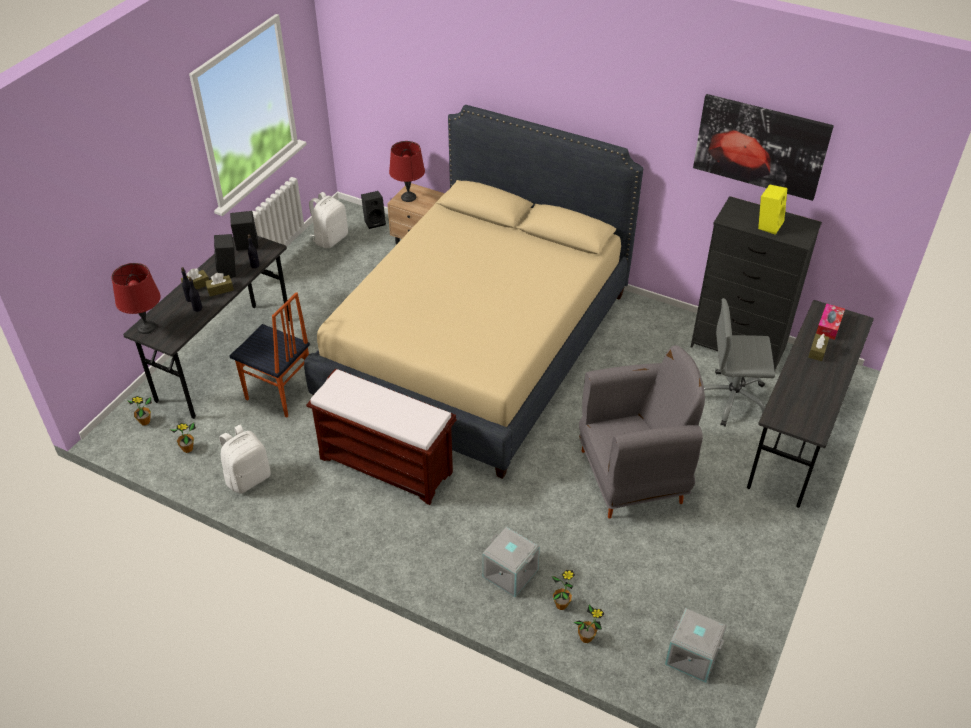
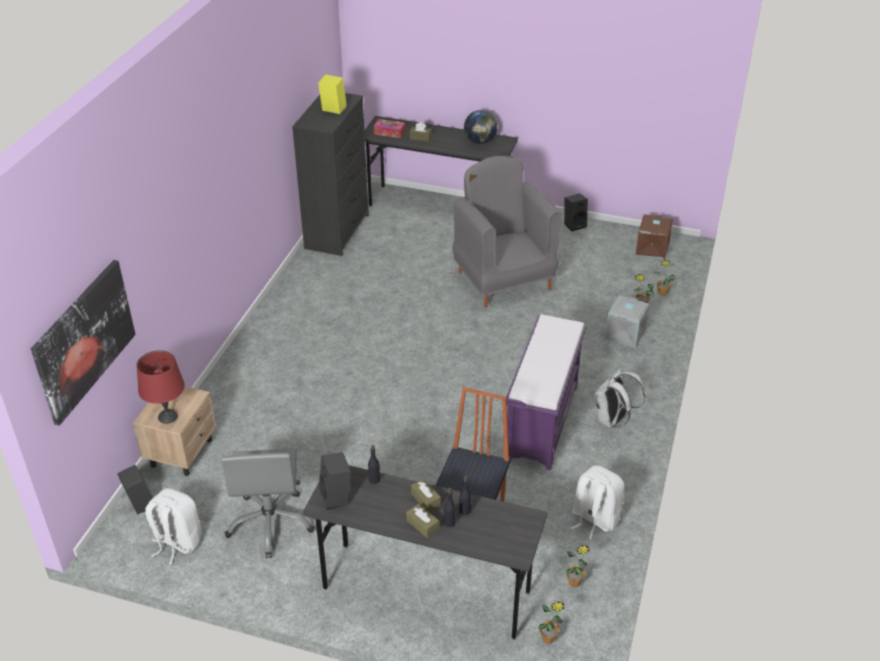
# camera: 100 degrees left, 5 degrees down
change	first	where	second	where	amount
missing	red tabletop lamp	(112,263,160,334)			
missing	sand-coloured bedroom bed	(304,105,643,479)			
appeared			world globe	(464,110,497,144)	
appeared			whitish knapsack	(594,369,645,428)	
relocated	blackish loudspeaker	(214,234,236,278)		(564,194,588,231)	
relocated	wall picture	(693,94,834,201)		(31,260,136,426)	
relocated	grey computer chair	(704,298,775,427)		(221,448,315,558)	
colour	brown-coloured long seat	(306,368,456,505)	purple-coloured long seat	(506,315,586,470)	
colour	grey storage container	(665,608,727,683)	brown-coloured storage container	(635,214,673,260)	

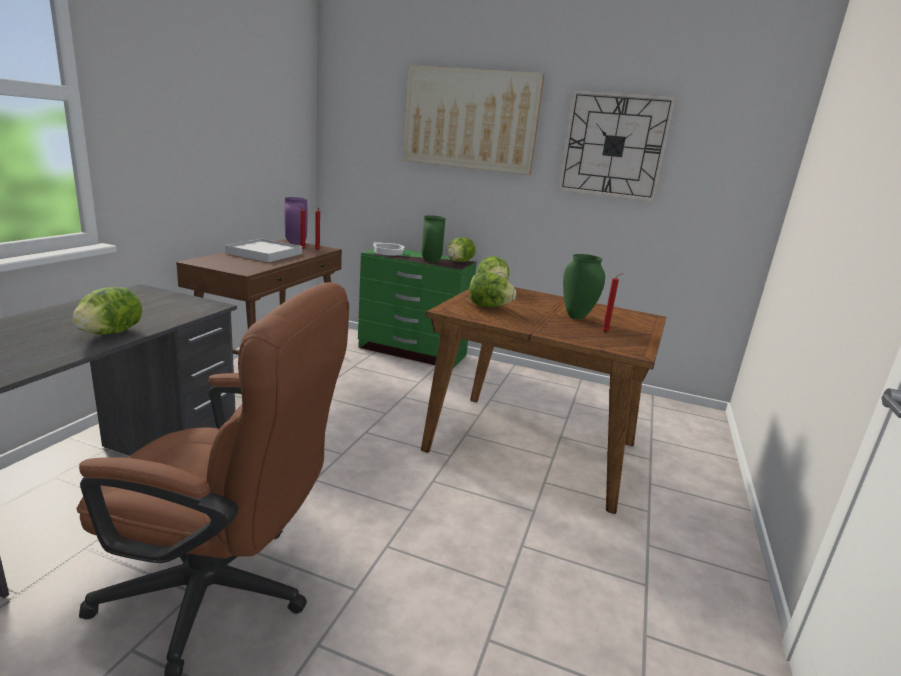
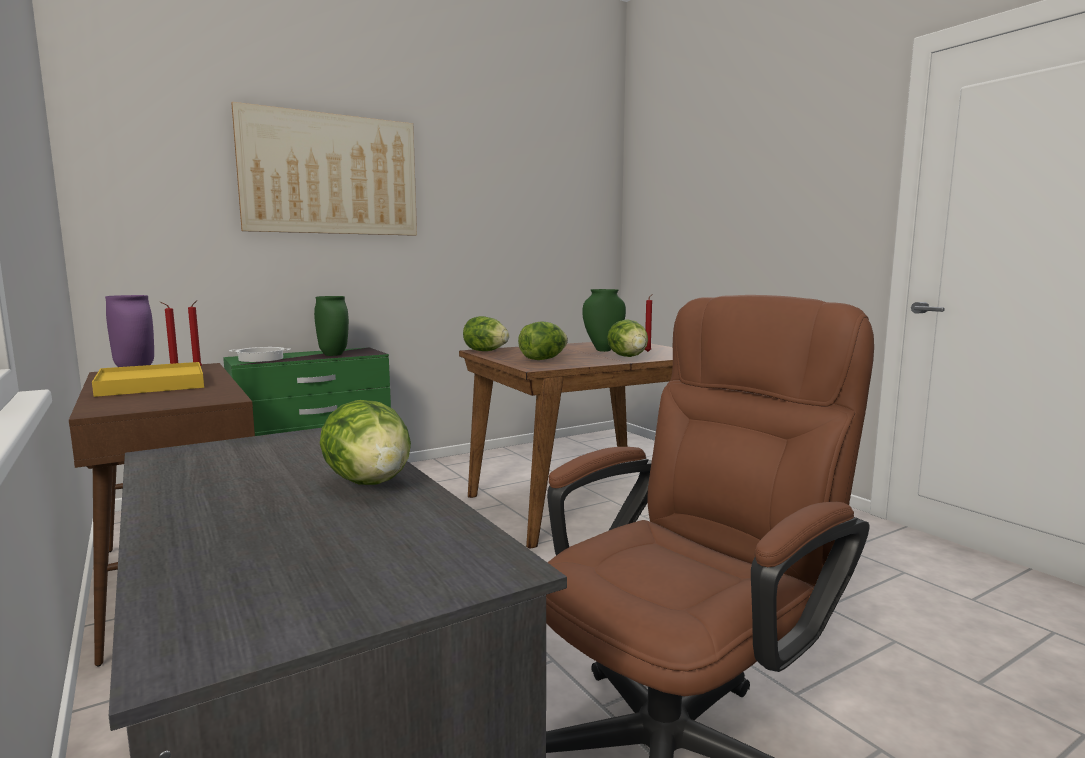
# camera: 50 degrees left, 10 degrees down
change	first	where	second	where	amount
missing	clock on the wall	(558,90,676,202)			
relocated	lettuce	(447,237,476,262)		(607,319,648,357)	
colour	whitish serving tray	(225,239,302,262)	yellow serving tray	(92,362,204,397)	

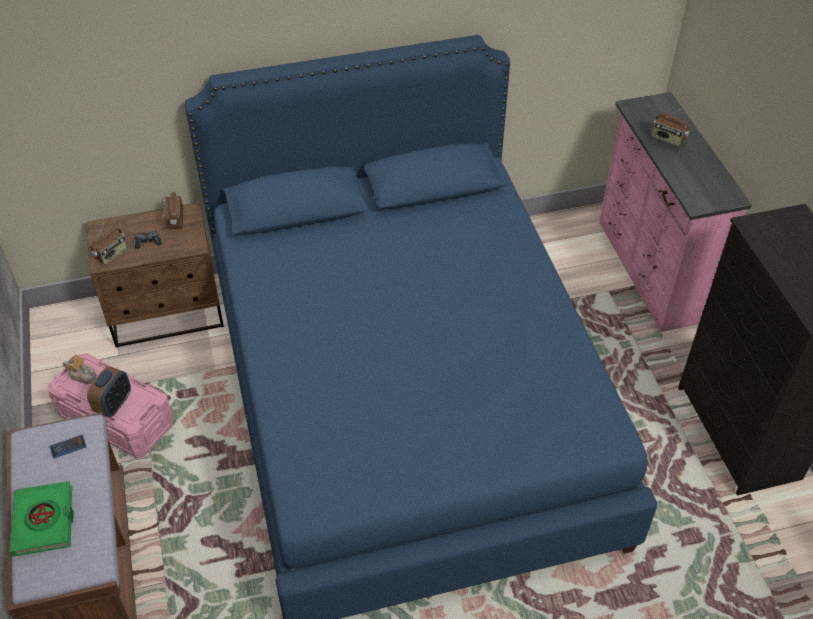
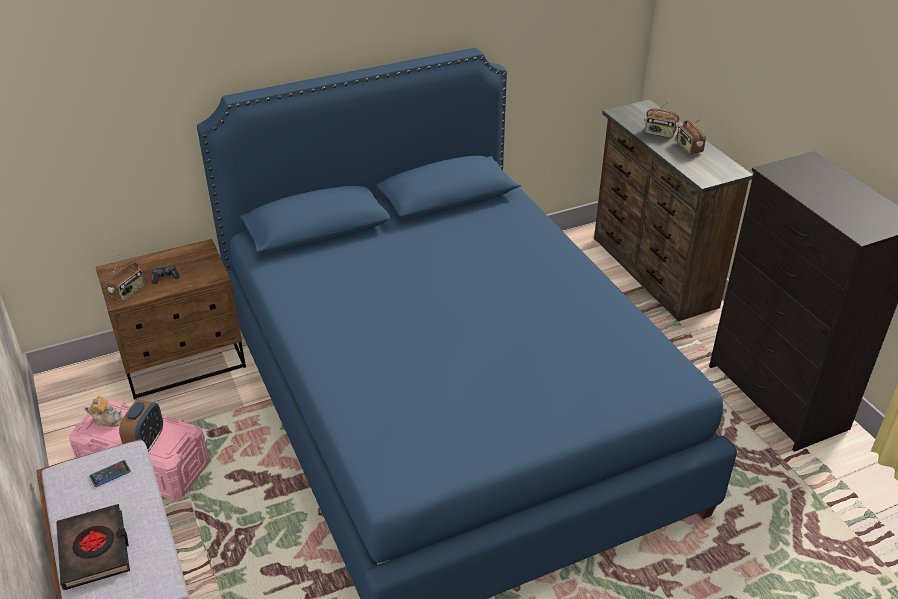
# camera: 10 degrees left, 10 degrees down
change	first	where	second	where	amount
relocated	radio set	(163,192,184,229)		(676,117,706,154)	
colour	greenish volume	(10,481,73,557)	blackish volume	(56,504,130,590)	
colour	pink chest of drawers	(599,92,752,332)	brown-coloured chest of drawers	(594,100,753,321)	

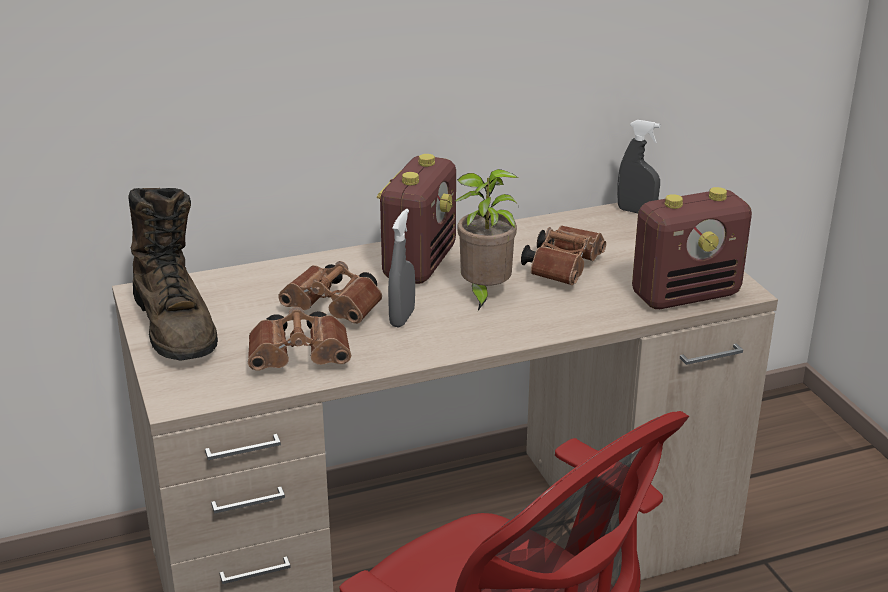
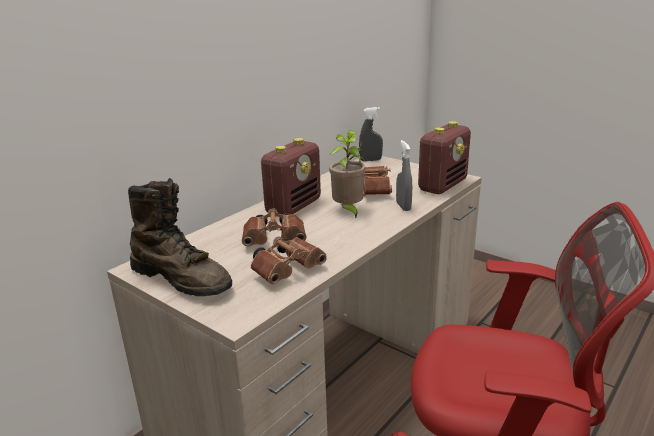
# camera: 30 degrees left, 5 degrees down
change	first	where	second	where	amount
relocated	grey sprayer	(388,209,415,327)		(396,140,412,211)	
spun	radio set	(377,154,456,284)		(261,138,321,214)	45 degrees clockwise

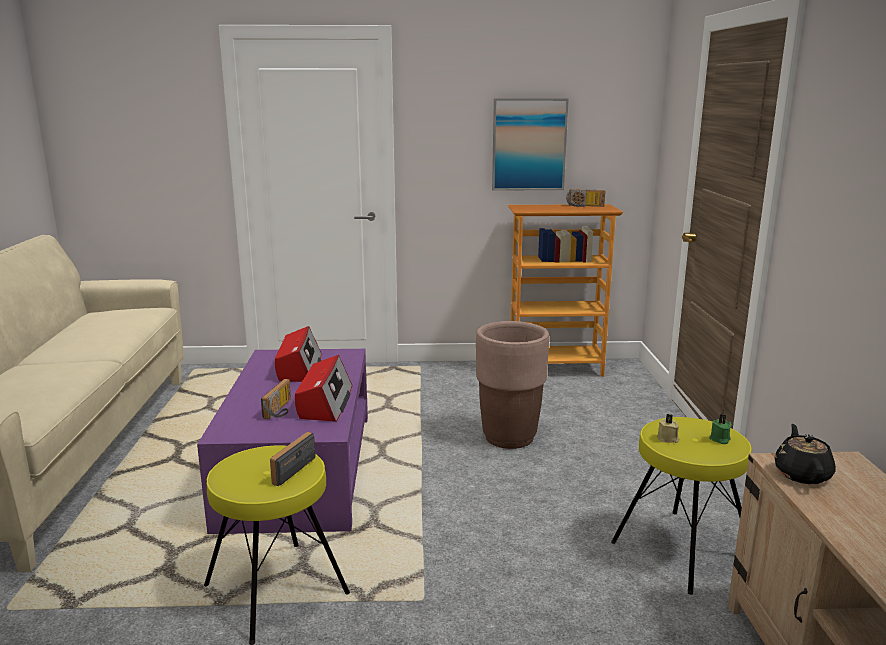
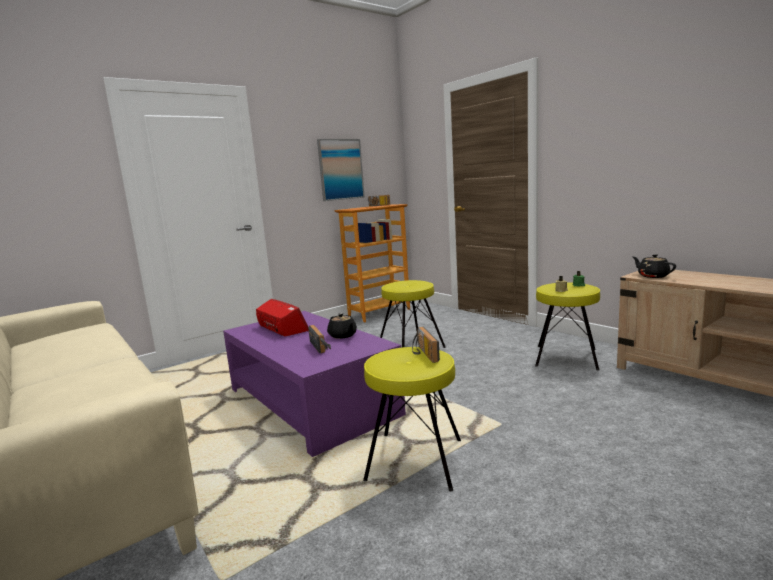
# camera: 35 degrees left, 5 degrees down
change	first	where	second	where	amount
exchanged	radio set	(295,355,352,422)	blackish teapot	(327,313,357,339)	
exchanged	brown-coloured flower pot	(476,321,549,449)	yellow stool	(380,280,446,348)	

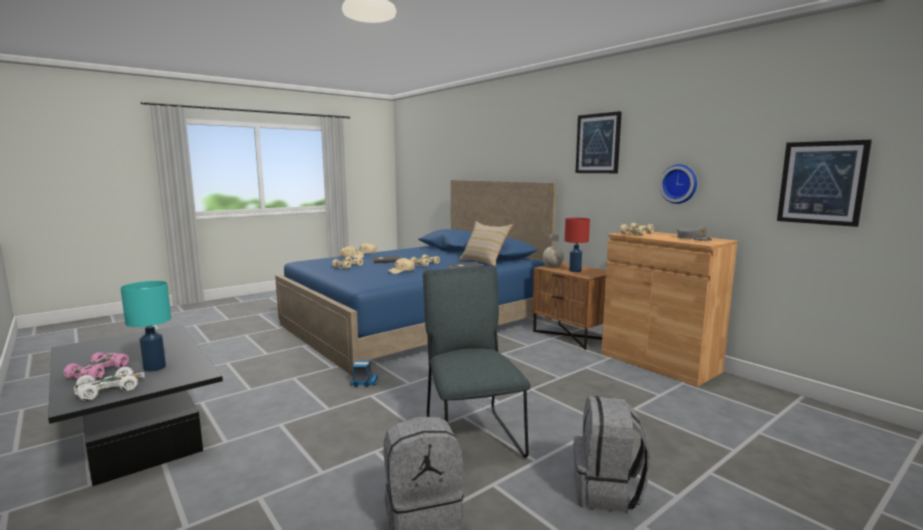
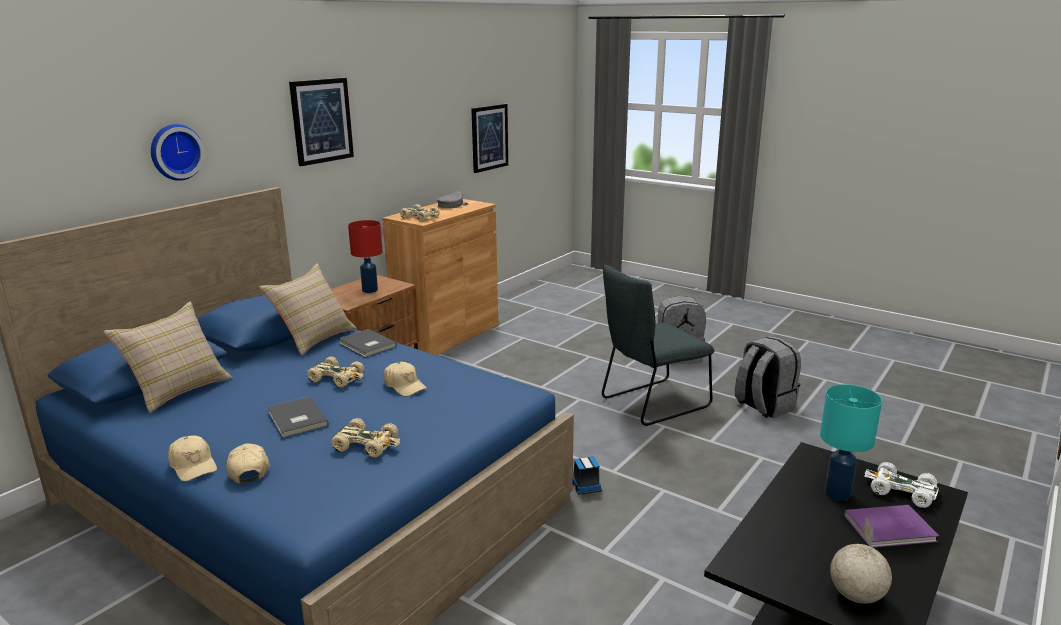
# camera: 105 degrees left, 10 degrees up
change	first	where	second	where	amount
appeared			sand-coloured cushion	(103,302,233,413)	
relocated	world globe	(543,234,564,267)		(830,516,892,604)	
relocated	clock on the wall	(659,164,697,204)		(151,124,205,181)	
exchanged	pink toy car	(63,352,129,380)	purple-coloured volume	(844,505,939,548)	

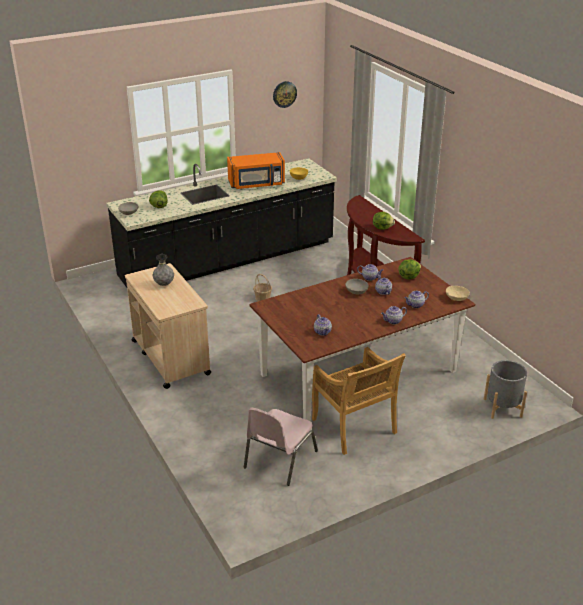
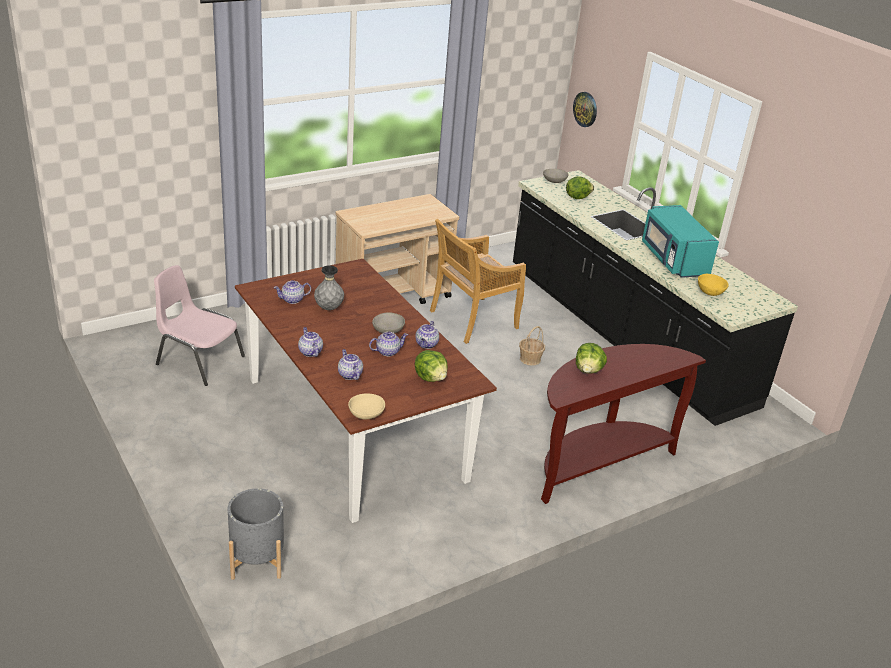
# camera: 85 degrees right, 0 degrees up
change	first	where	second	where	amount
relocated	grey flower vase	(153,254,174,286)		(314,265,344,310)	
relocated	clock on the wall	(273,81,297,108)		(573,92,597,127)	
relocated	sand-coloured upright chair	(312,347,406,455)		(430,219,526,344)	
colour	orangey kitchen microwave	(227,152,285,189)	turquoise kitchen microwave	(642,205,719,278)	

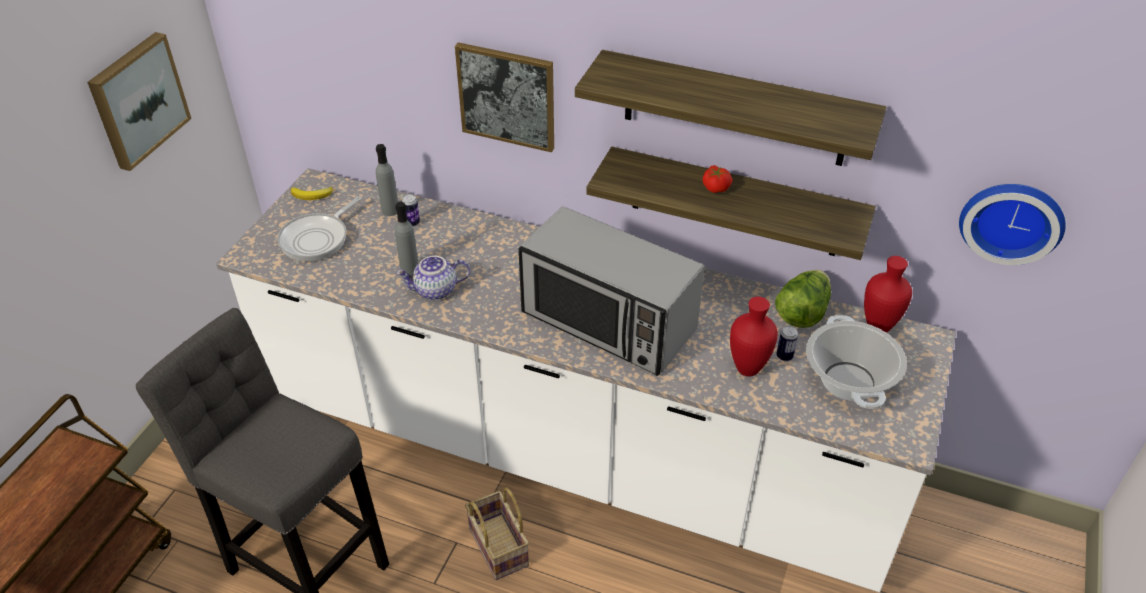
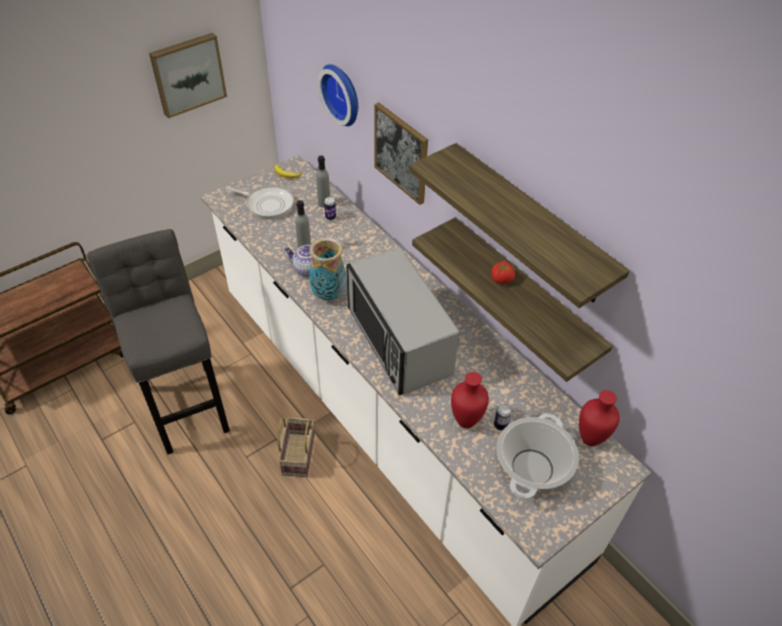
# camera: 30 degrees right, 5 degrees up
change	first	where	second	where	amount
missing	lettuce	(775,270,831,328)			
appeared			flower vase	(309,238,347,300)	
relocated	clock on the wall	(959,184,1066,265)		(318,64,358,126)	
spun	frying pan	(277,196,362,261)		(225,185,294,219)	135 degrees counterclockwise

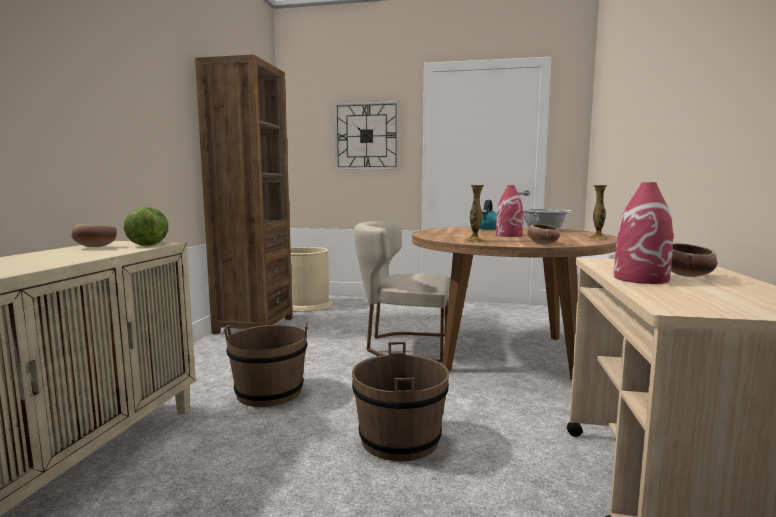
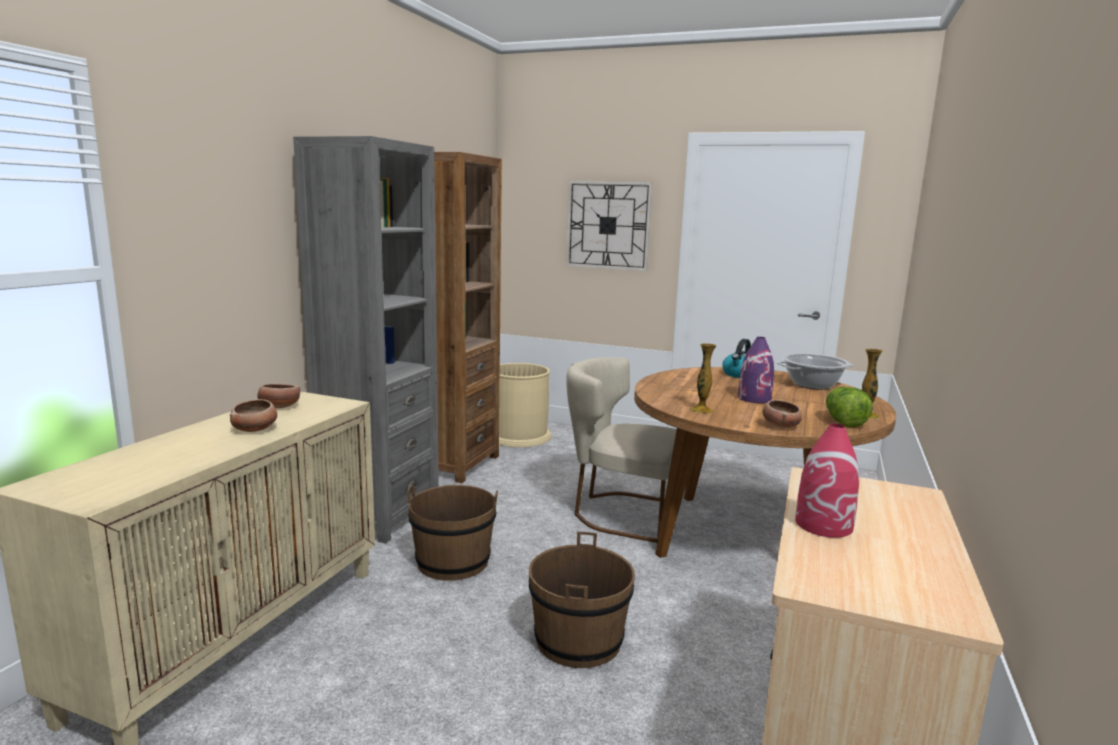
# camera: 10 degrees right, 5 degrees up
change	first	where	second	where	amount
appeared			grey bookcase	(293,136,439,544)	
relocated	lettuce	(124,207,168,246)		(826,387,873,428)	
relocated	deep dish	(671,243,717,277)		(230,399,277,432)	
colour	red flower vase	(496,185,523,237)	purple-coloured flower vase	(738,337,774,403)	

